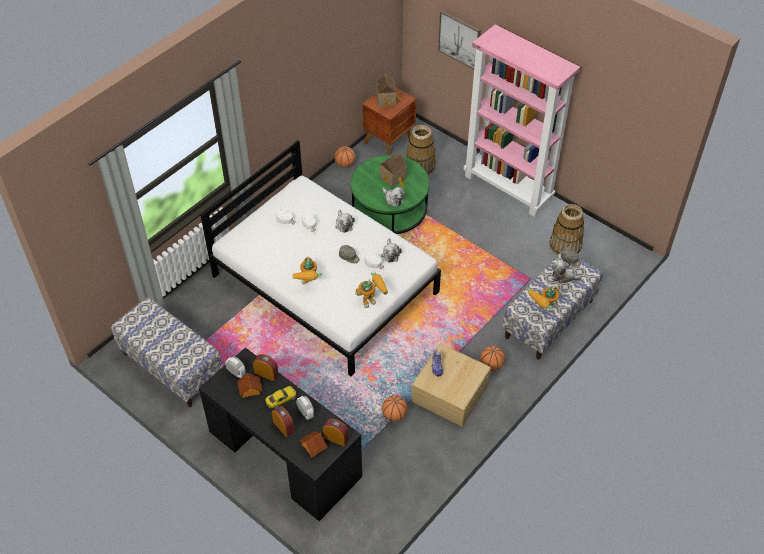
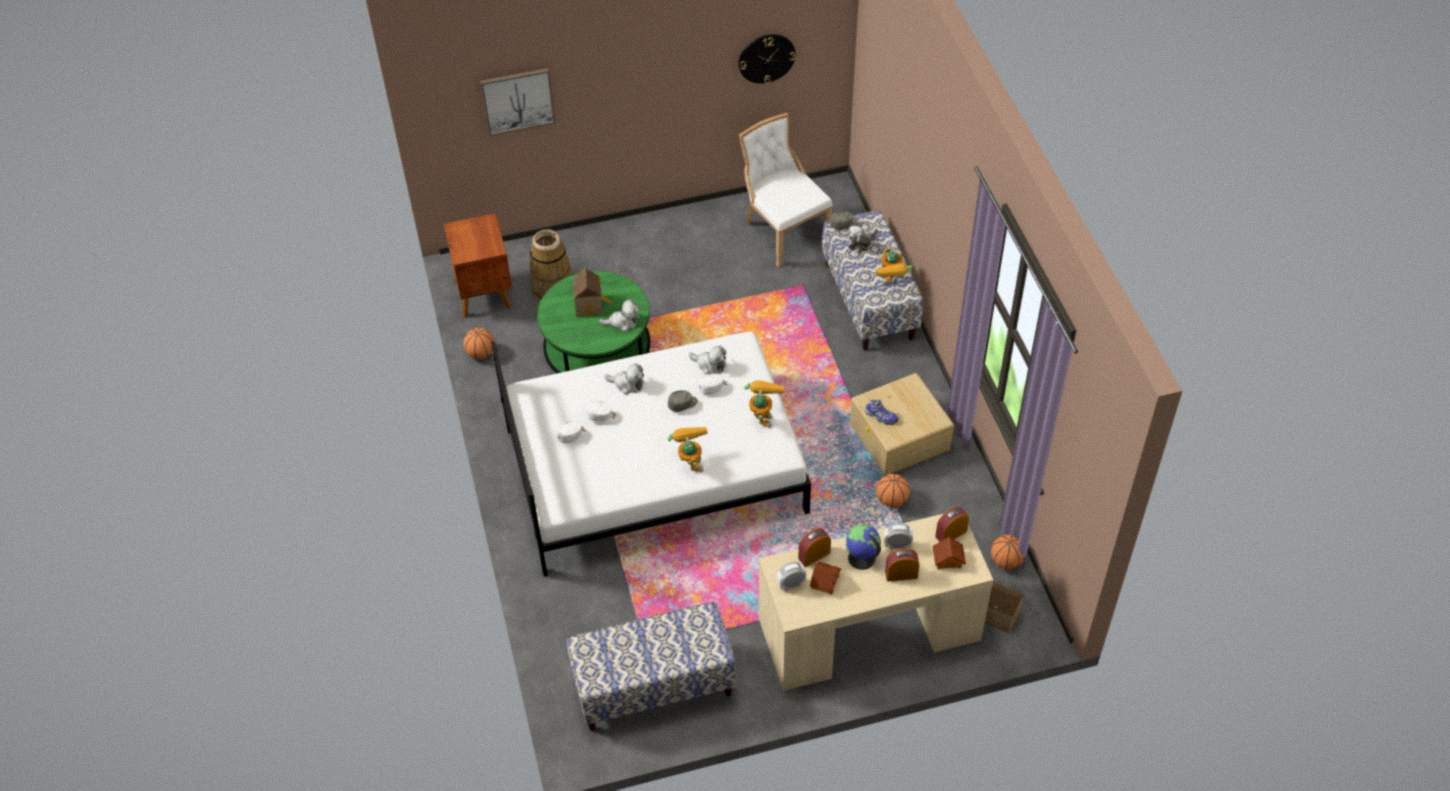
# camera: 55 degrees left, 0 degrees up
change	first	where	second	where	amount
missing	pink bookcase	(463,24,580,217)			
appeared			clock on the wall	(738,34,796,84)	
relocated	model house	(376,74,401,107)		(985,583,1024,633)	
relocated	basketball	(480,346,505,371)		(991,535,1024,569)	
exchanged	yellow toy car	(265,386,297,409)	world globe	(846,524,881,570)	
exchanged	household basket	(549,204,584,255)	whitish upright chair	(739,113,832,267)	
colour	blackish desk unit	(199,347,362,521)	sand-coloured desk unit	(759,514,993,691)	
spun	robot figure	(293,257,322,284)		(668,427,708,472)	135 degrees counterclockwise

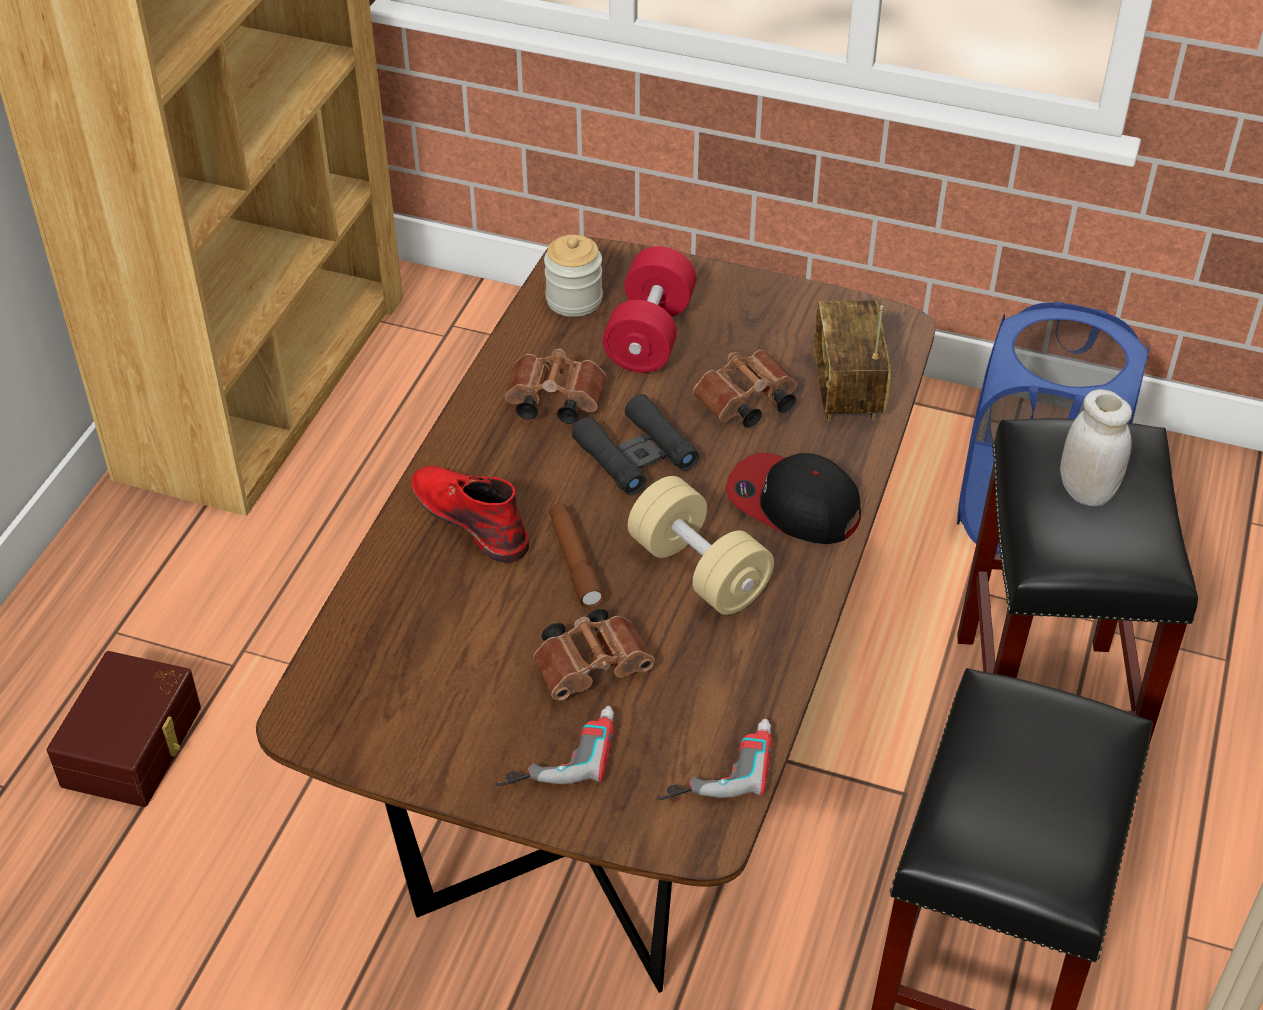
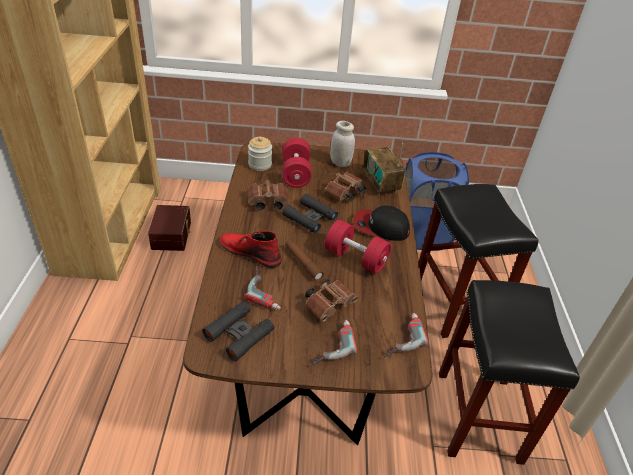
# camera: 20 degrees left, 5 degrees down
change	first	where	second	where	amount
appeared			blackish field glasses	(202,301,274,361)	
appeared			electric drill	(244,266,281,310)	
relocated	brown-coloured storage container	(47,651,201,807)		(148,205,191,251)	
relocated	whitish storage jar	(1060,389,1132,507)		(330,121,355,167)	
colour	sand-coloured hand weight	(628,476,774,615)	red hand weight	(324,220,392,274)	

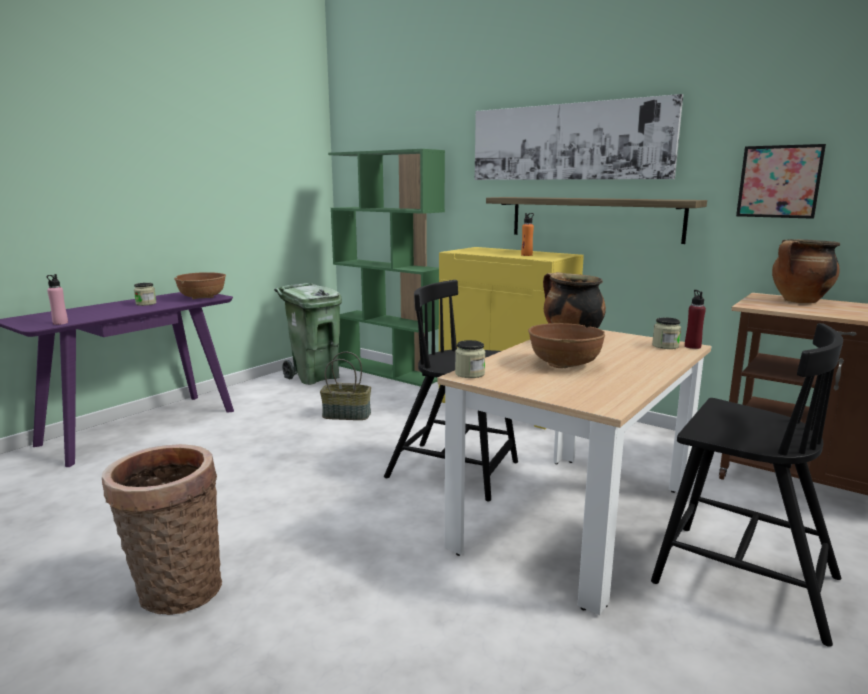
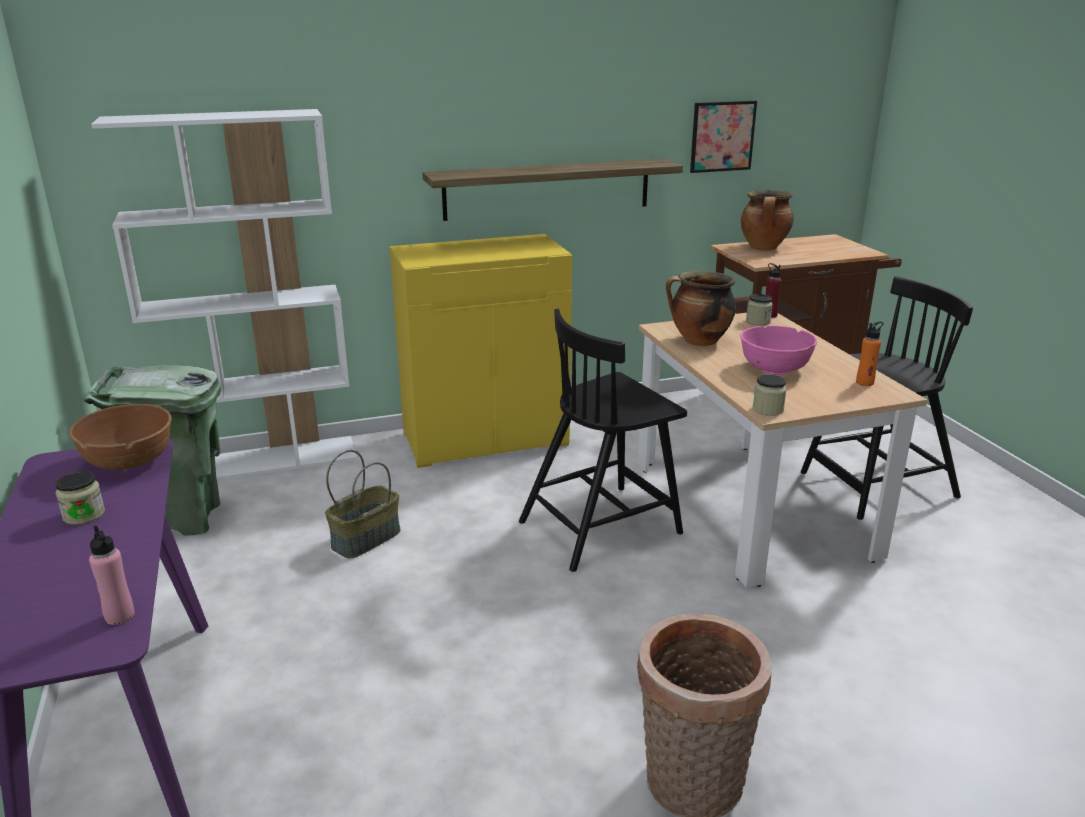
# camera: 55 degrees left, 10 degrees up
change	first	where	second	where	amount
missing	wall picture	(475,94,683,180)			
relocated	orangey bottle	(521,213,534,256)		(856,321,884,386)	
colour	greenish bookcase	(328,149,445,387)	whitish bookcase	(91,109,357,480)	
colour	brown-coloured deep dish	(528,323,605,368)	pink deep dish	(740,326,817,375)	

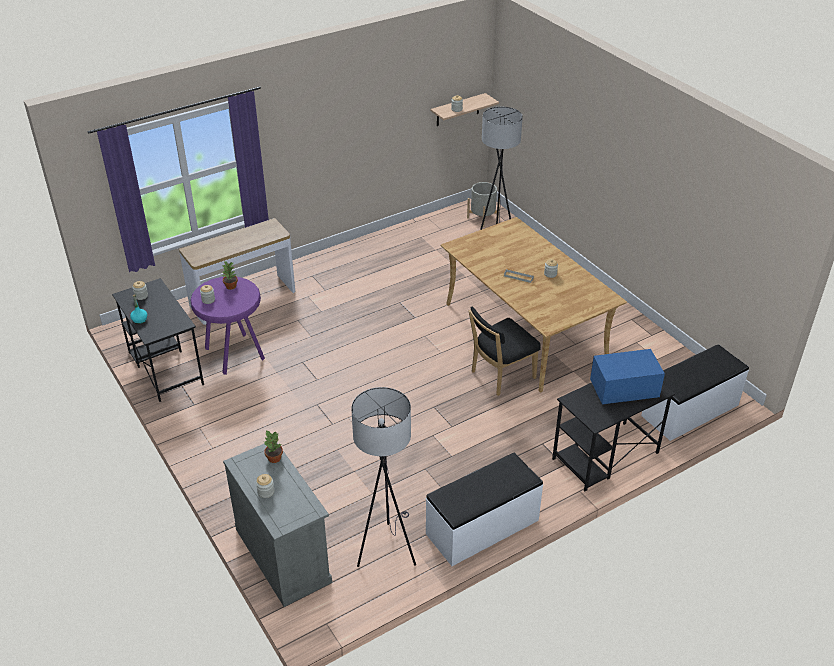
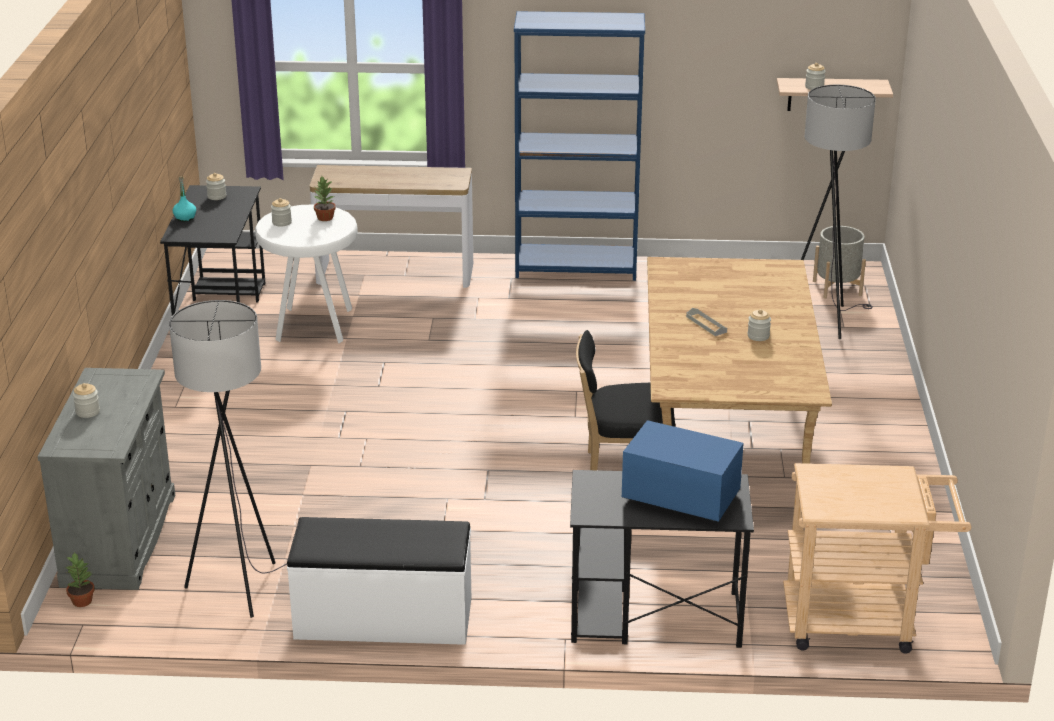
# camera: 35 degrees right, 10 degrees down
change	first	where	second	where	amount
appeared			bluish bookcase	(514,11,645,281)	
relocated	potted plant	(264,430,283,463)		(66,552,95,607)	
exchanged	whitish long seat	(641,344,749,441)	sand-coloured trolley	(783,463,971,654)	
colour	purple-coloured stool	(190,277,265,375)	whitish stool	(255,204,358,343)	

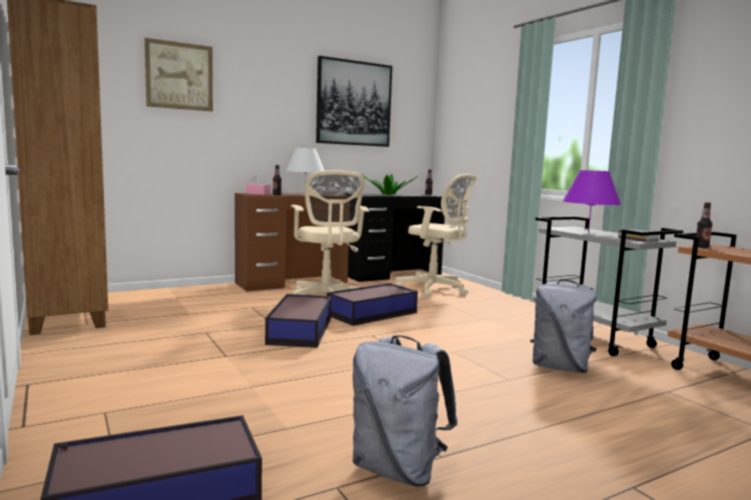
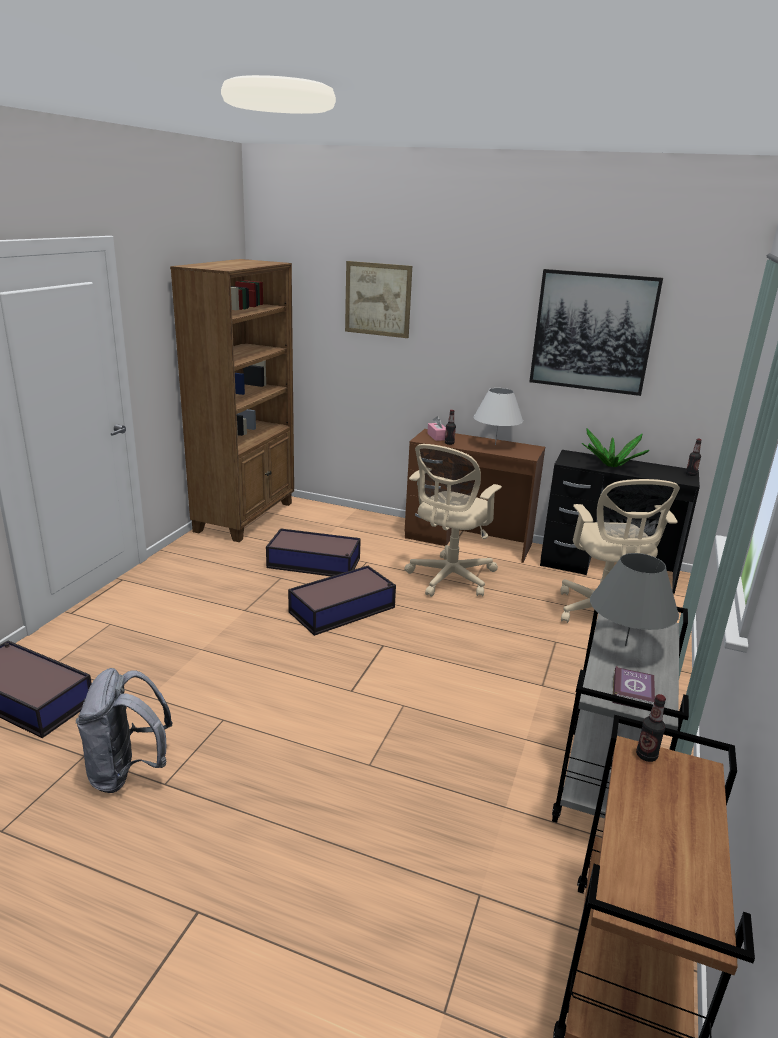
# camera: 50 degrees right, 15 degrees up
change	first	where	second	where	amount
missing	grey knapsack	(530,280,597,373)			
relocated	storage container	(327,283,418,326)		(266,528,361,576)	
colour	purple-coloured tabletop lamp	(563,170,621,233)	grey tabletop lamp	(590,553,679,646)	

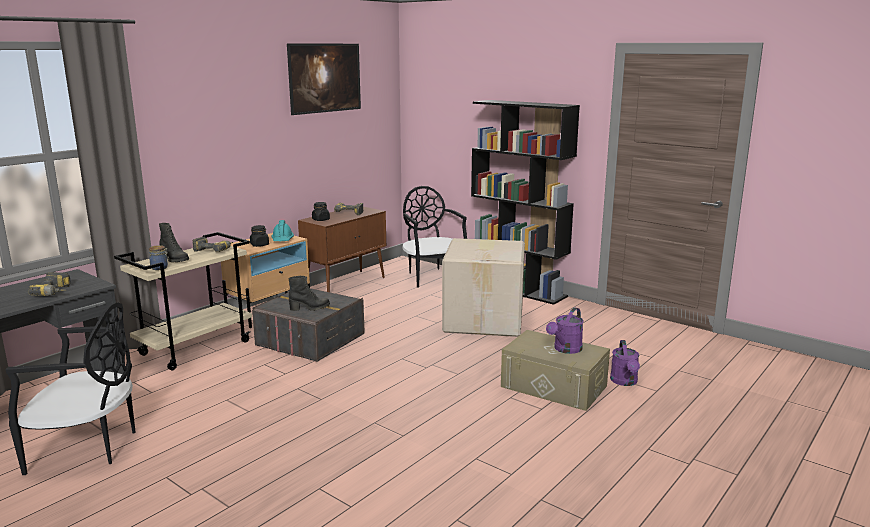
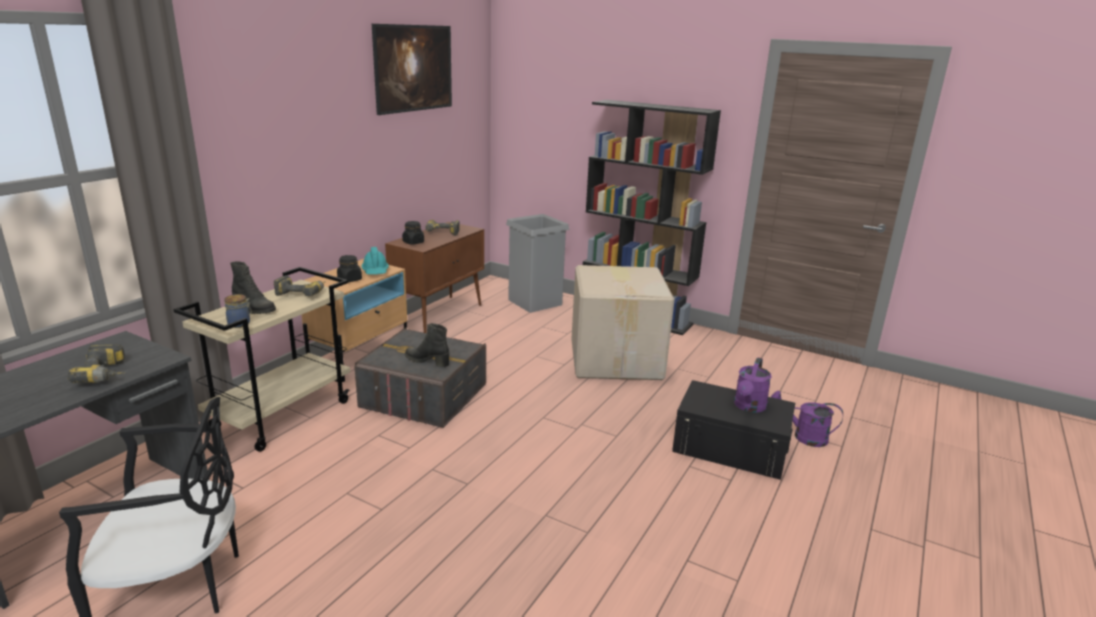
# camera: 10 degrees left, 5 degrees up
change	first	where	second	where	amount
exchanged	blackish upright chair	(402,186,467,287)	grey waste bin	(506,214,569,313)	
colour	sand-coloured storage container	(501,330,610,411)	blackish storage container	(672,380,795,480)	
spun	blackish tall boot	(288,276,330,311)		(405,323,449,367)	135 degrees counterclockwise
spun	purple-coloured sprinkling can	(610,340,640,386)		(771,391,843,447)	120 degrees clockwise

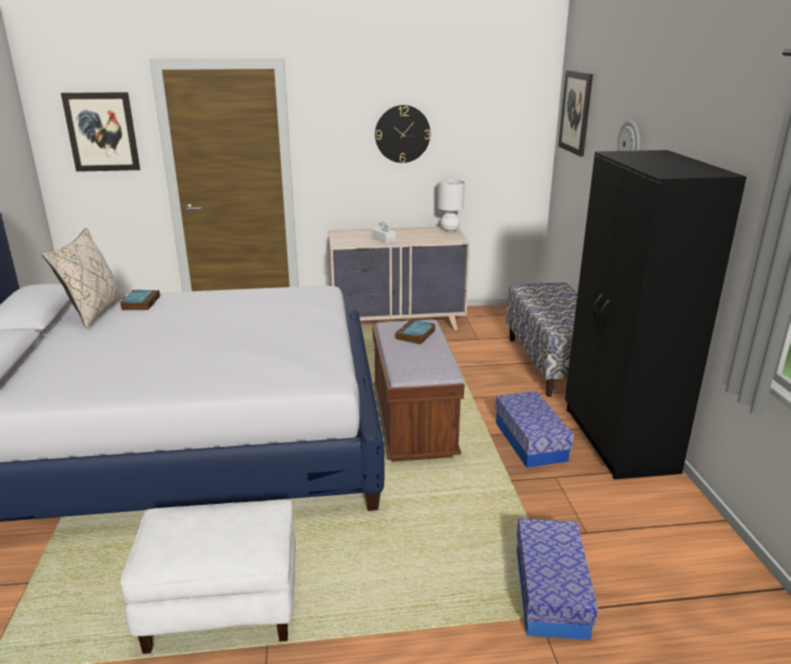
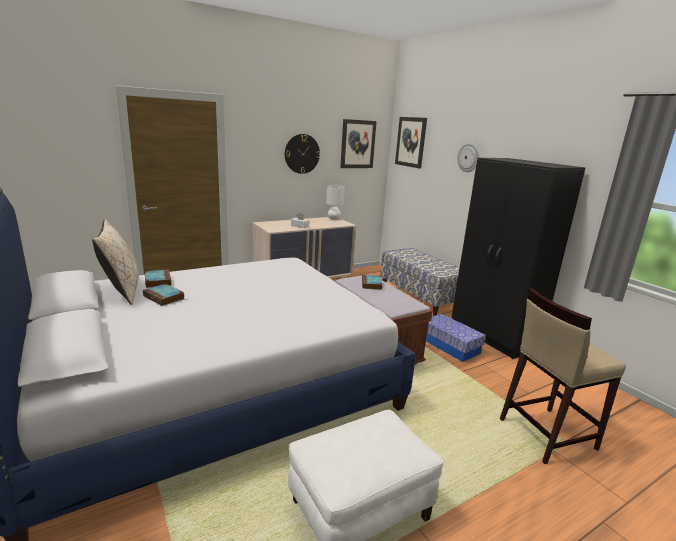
# camera: 25 degrees left, 5 degrees down
change	first	where	second	where	amount
appeared			volume	(143,284,184,306)	
relocated	wall picture	(61,92,140,172)		(340,119,377,168)	
exchanged	storage container	(517,519,598,640)	sand-coloured stool	(500,288,626,464)	

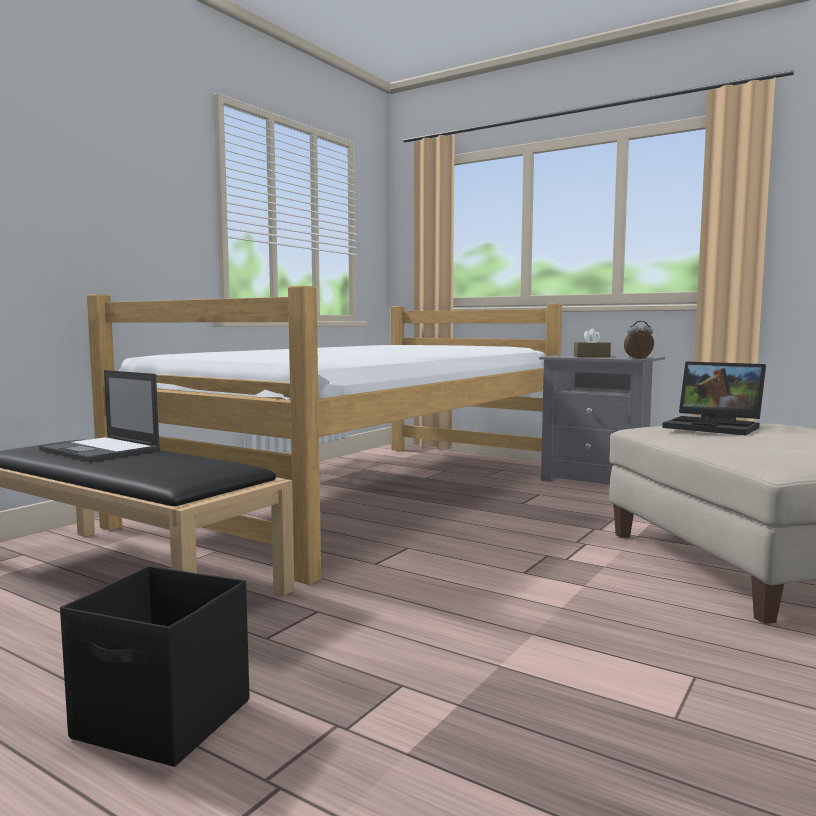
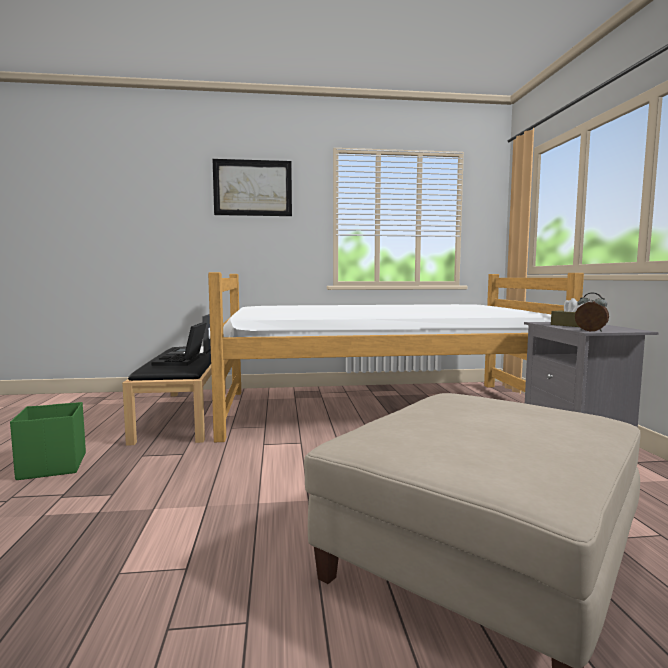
# camera: 50 degrees right, 0 degrees up
change	first	where	second	where	amount
appeared			wall picture	(212,159,292,216)	
relocated	laptop	(662,361,766,436)		(151,322,206,366)	
colour	blackish storage container	(60,566,249,767)	greenish storage container	(10,402,86,480)	

